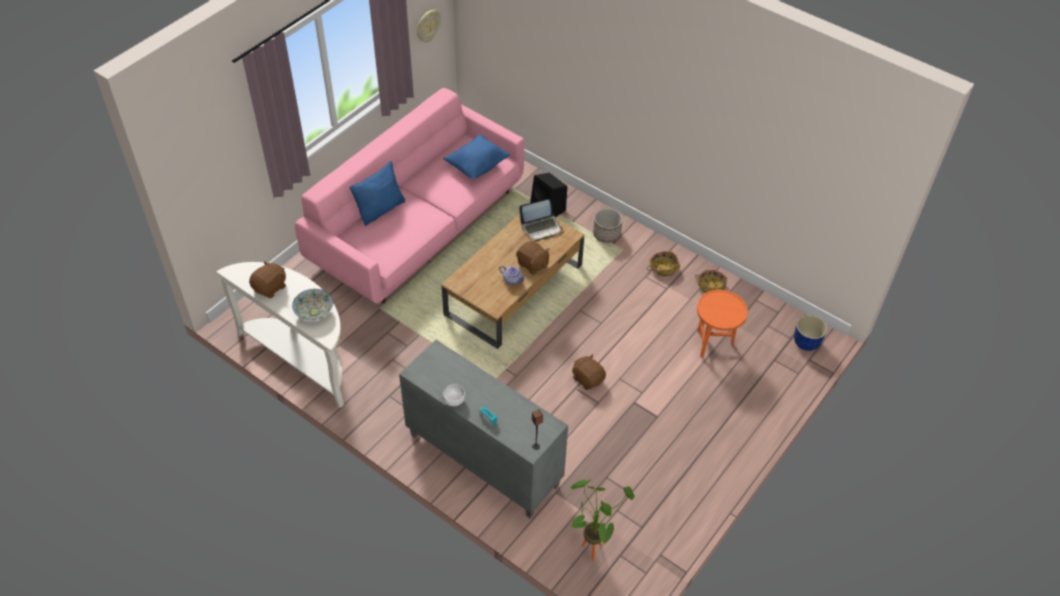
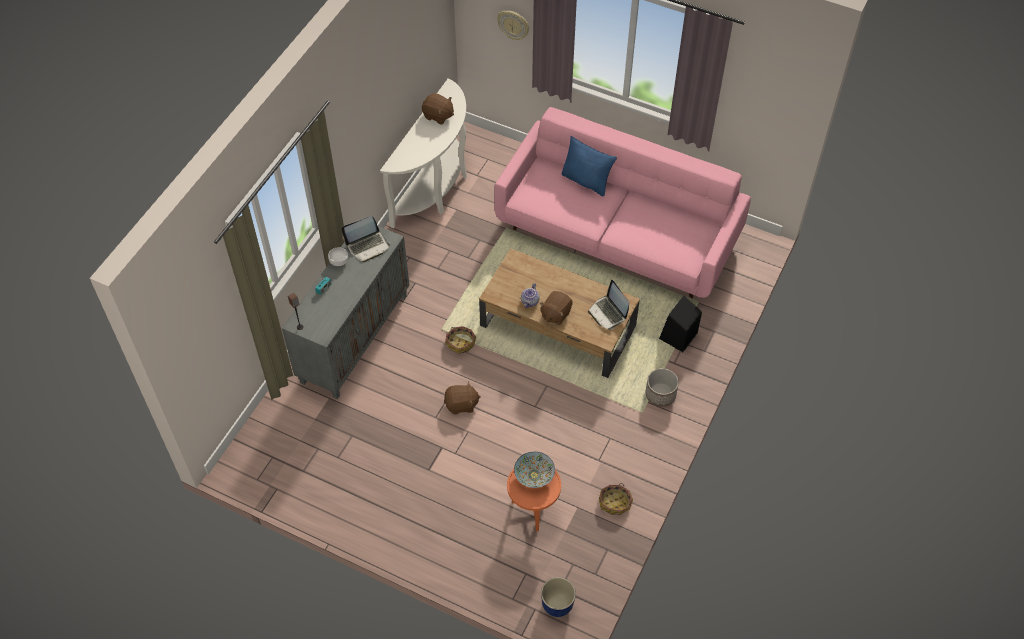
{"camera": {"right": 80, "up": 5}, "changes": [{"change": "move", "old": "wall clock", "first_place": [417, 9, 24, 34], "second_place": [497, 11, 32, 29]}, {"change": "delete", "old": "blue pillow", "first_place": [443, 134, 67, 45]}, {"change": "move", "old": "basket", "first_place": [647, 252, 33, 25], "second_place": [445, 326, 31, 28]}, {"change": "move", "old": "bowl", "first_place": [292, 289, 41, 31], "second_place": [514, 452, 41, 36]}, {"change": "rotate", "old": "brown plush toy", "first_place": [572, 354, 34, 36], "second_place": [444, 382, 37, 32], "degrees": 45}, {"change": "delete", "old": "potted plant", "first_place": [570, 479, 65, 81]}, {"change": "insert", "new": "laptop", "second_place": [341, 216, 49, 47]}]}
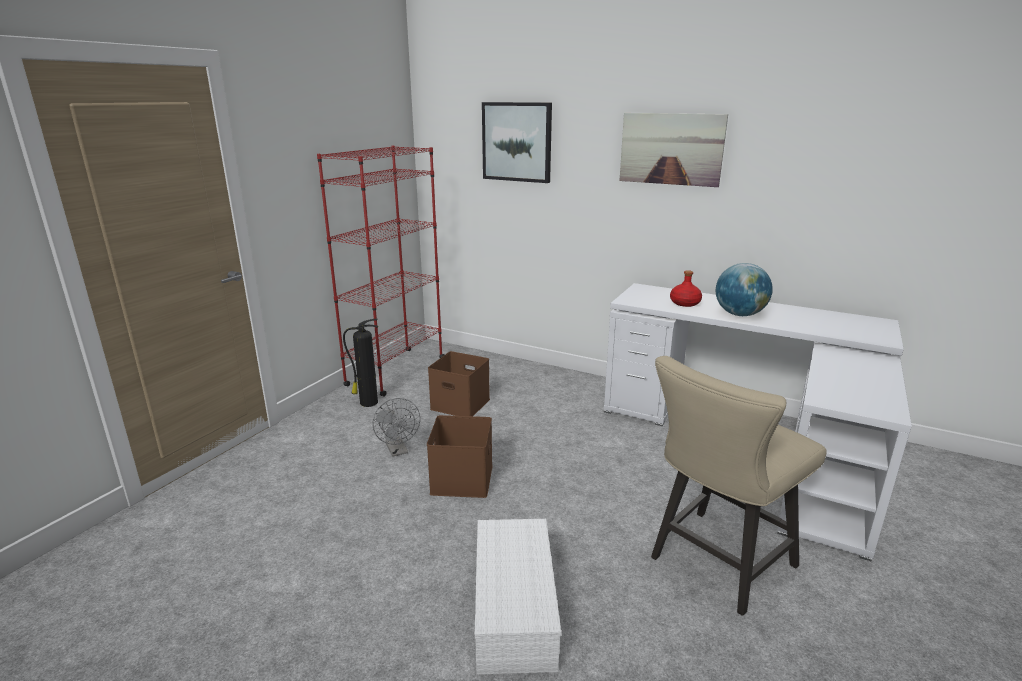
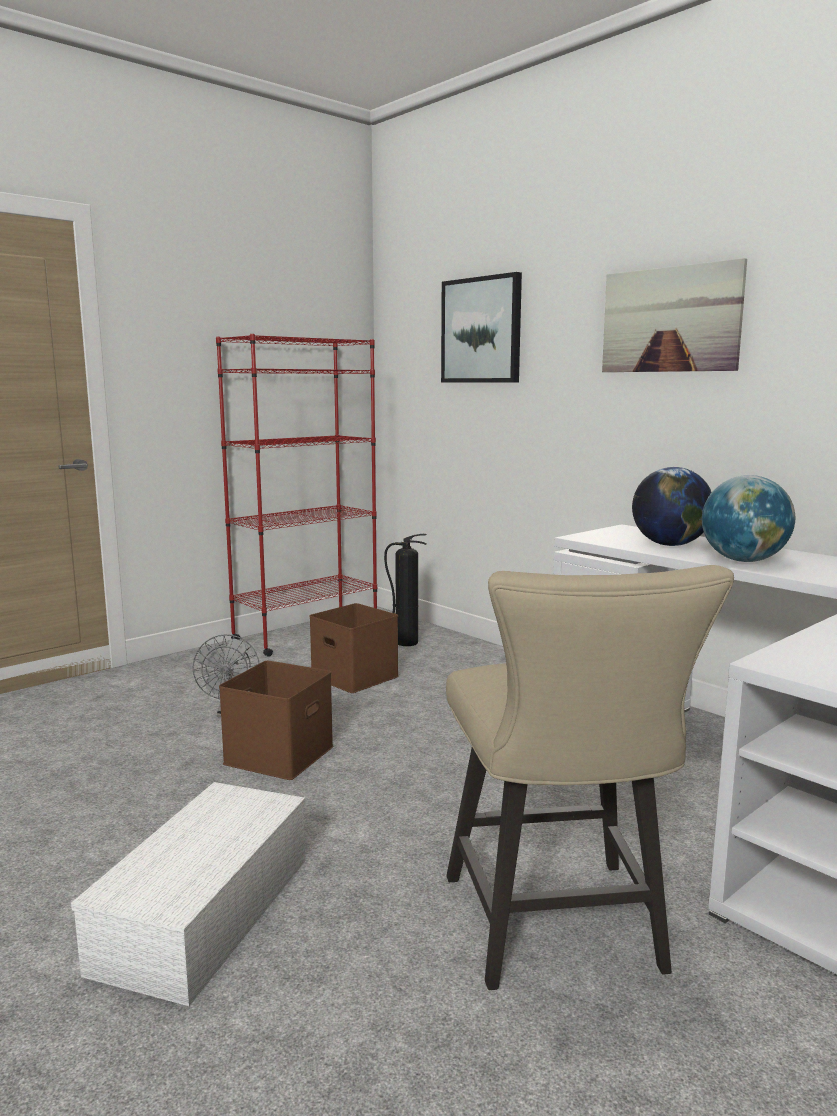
{"camera": {"right": 20, "up": -10}, "changes": [{"change": "replace", "old": "red bottle", "new": "globe", "first_place": [670, 270, 32, 37], "second_place": [632, 467, 80, 79]}, {"change": "move", "old": "fire extinguisher", "first_place": [343, 319, 35, 88], "second_place": [384, 534, 43, 112]}, {"change": "rotate", "old": "beige chair", "first_place": [651, 356, 176, 260], "second_place": [446, 565, 288, 425], "degrees": -75}]}
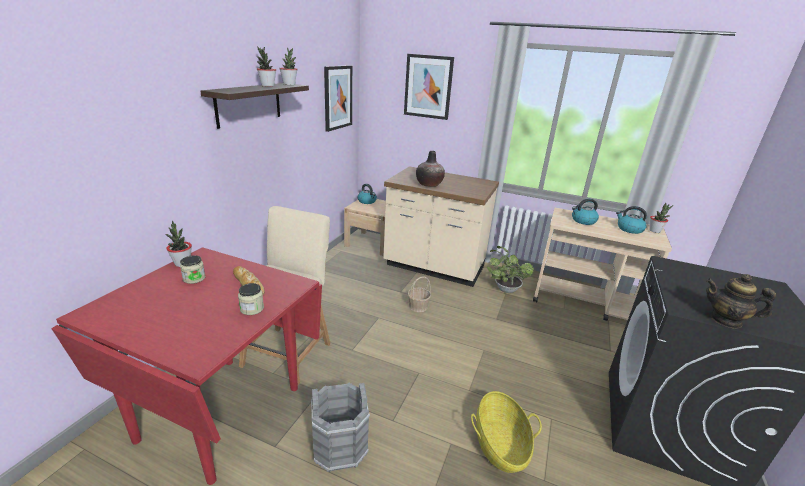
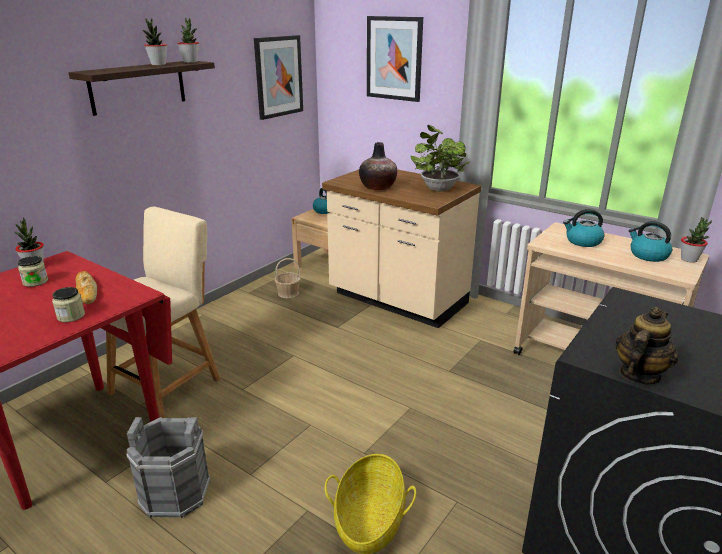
{"camera": {"right": 15, "up": 0}, "changes": [{"change": "move", "old": "potted plant", "first_place": [487, 246, 47, 47], "second_place": [410, 124, 59, 67]}, {"change": "rotate", "old": "teapot", "first_place": [706, 274, 70, 55], "second_place": [615, 307, 63, 77], "degrees": 90}, {"change": "move", "old": "basket", "first_place": [408, 276, 23, 36], "second_place": [274, 258, 27, 40]}]}
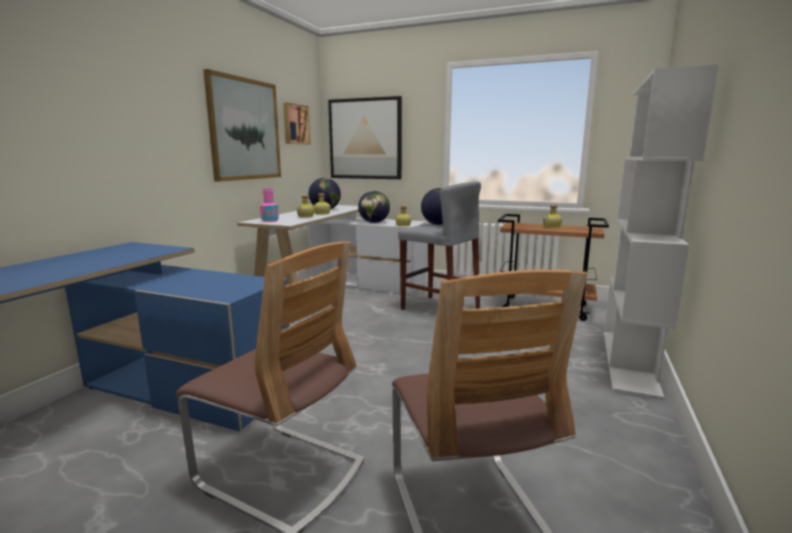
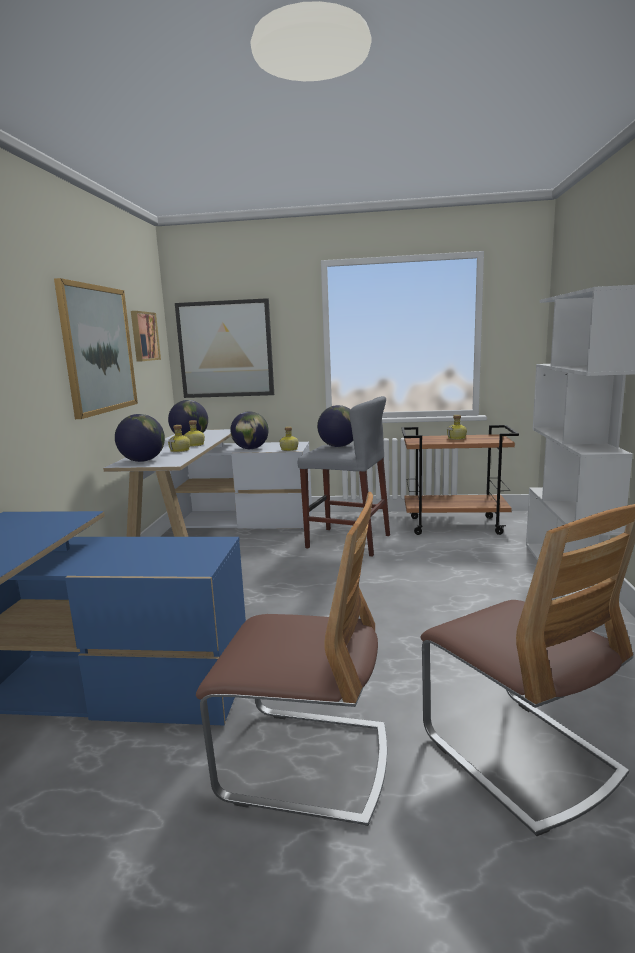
{"camera": {"right": -15, "up": 0}, "changes": [{"change": "replace", "old": "pink bottle", "new": "globe", "first_place": [260, 188, 19, 34], "second_place": [115, 414, 50, 48]}]}
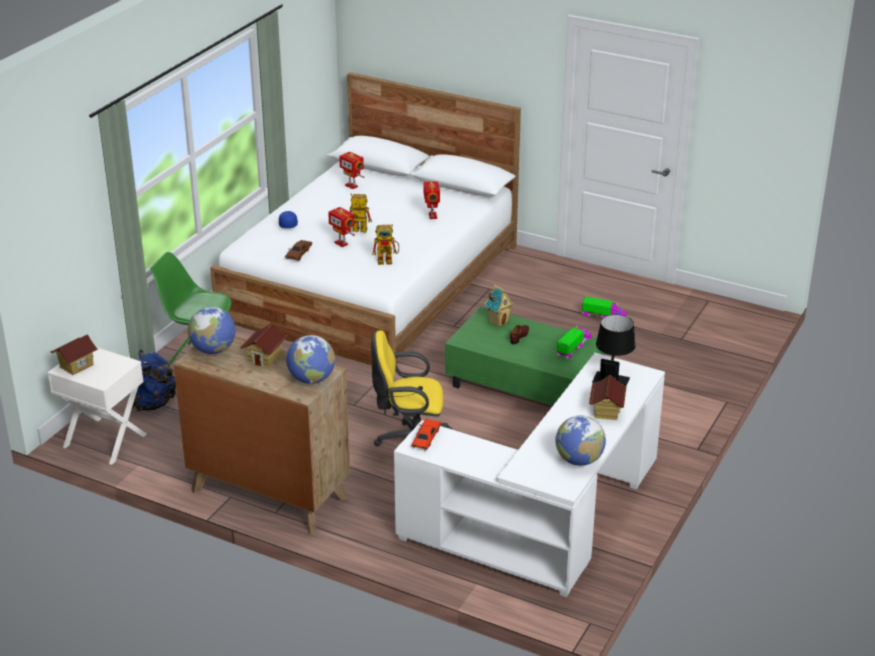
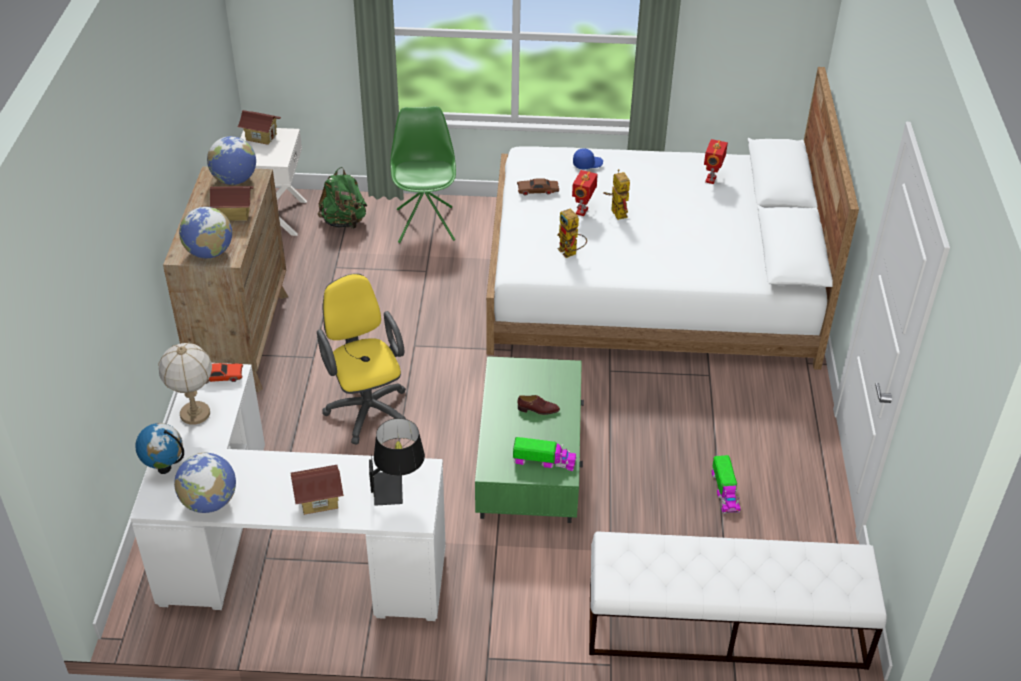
{"camera": {"right": 65, "up": 10}, "changes": [{"change": "delete", "old": "toy robot", "first_place": [424, 181, 16, 38]}, {"change": "delete", "old": "toy house", "first_place": [485, 285, 29, 42]}, {"change": "recolor", "old": "blue backpack", "new": "green backpack", "first_place": [129, 350, 48, 61], "second_place": [317, 167, 50, 62]}, {"change": "insert", "new": "table lamp", "second_place": [159, 343, 53, 82]}, {"change": "insert", "new": "globe", "second_place": [135, 423, 49, 51]}, {"change": "insert", "new": "white bench", "second_place": [589, 532, 298, 138]}]}
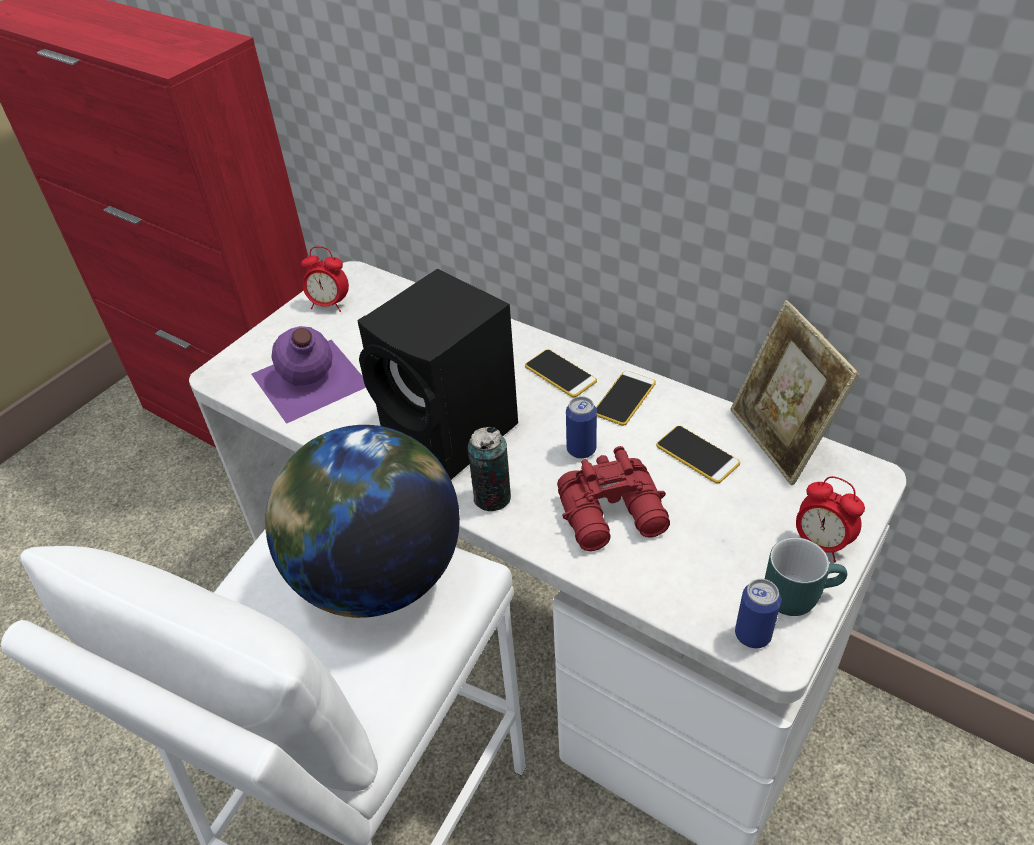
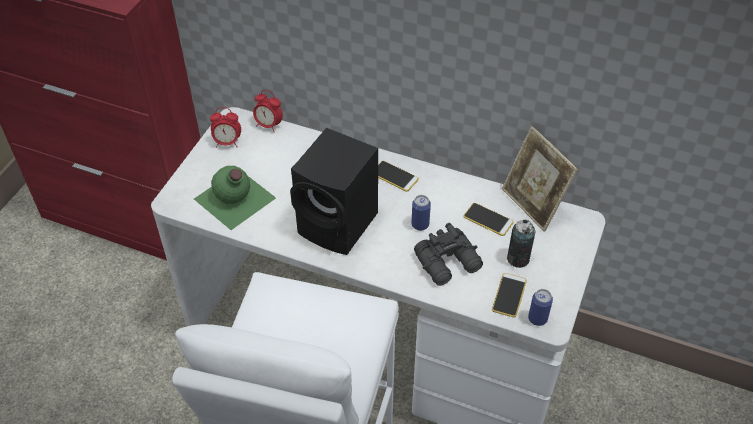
{"camera": {"right": -15, "up": 5}, "changes": [{"change": "recolor", "old": "purple bottle", "new": "green bottle", "first_place": [251, 326, 115, 98], "second_place": [194, 166, 82, 64]}, {"change": "move", "old": "phone", "first_place": [596, 371, 60, 55], "second_place": [492, 273, 35, 44]}, {"change": "delete", "old": "globe", "first_place": [265, 425, 195, 193]}, {"change": "move", "old": "can", "first_place": [467, 427, 44, 84], "second_place": [507, 220, 28, 48]}, {"change": "recolor", "old": "red binoculars", "new": "black binoculars", "first_place": [557, 446, 113, 105], "second_place": [414, 223, 69, 63]}, {"change": "move", "old": "alarm clock", "first_place": [796, 476, 69, 86], "second_place": [253, 90, 30, 43]}, {"change": "delete", "old": "turquoise mug", "first_place": [765, 537, 82, 79]}]}
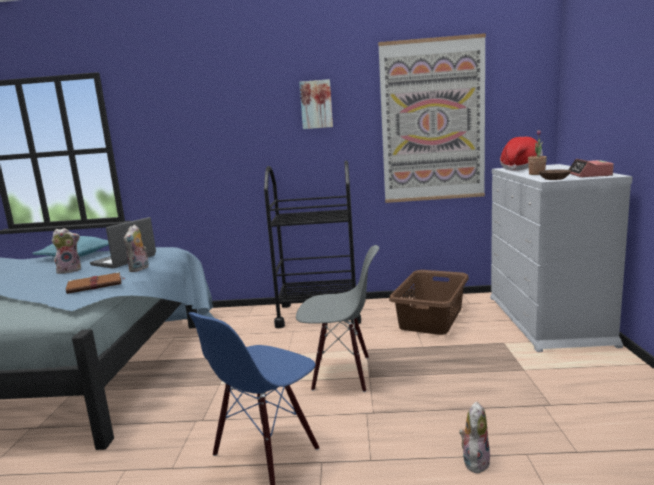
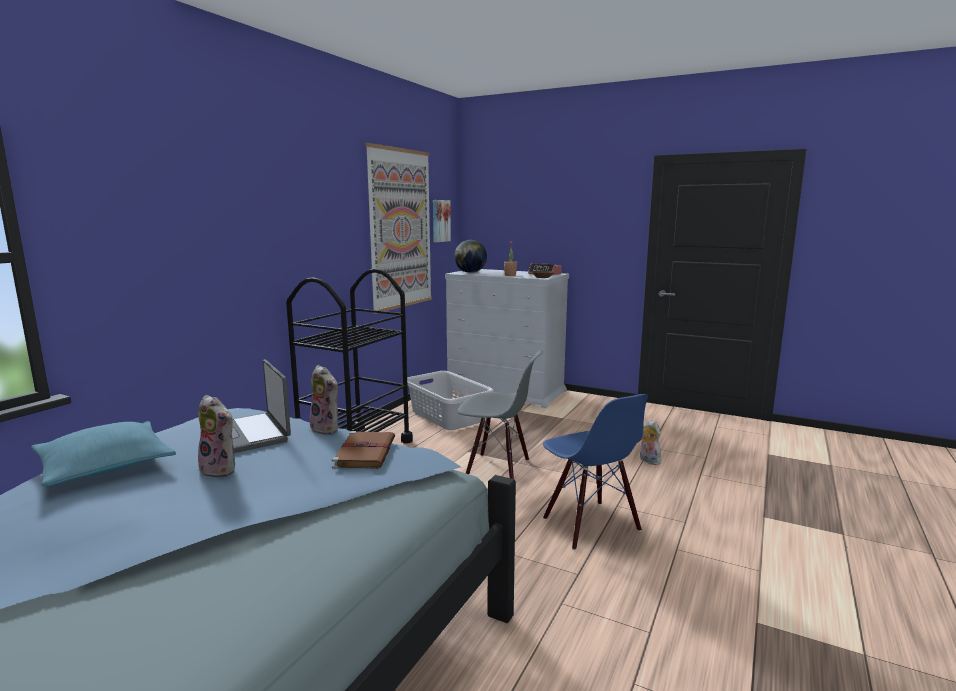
{"camera": {"right": -65, "up": 0}, "changes": [{"change": "move", "old": "picture", "first_place": [299, 79, 34, 50], "second_place": [433, 200, 18, 42]}, {"change": "replace", "old": "hat", "new": "globe", "first_place": [500, 137, 43, 34], "second_place": [454, 240, 33, 33]}, {"change": "rotate", "old": "plush toy", "first_place": [52, 228, 29, 46], "second_place": [198, 395, 37, 83], "degrees": 120}, {"change": "rotate", "old": "grey chair", "first_place": [296, 245, 83, 147], "second_place": [457, 350, 86, 129], "degrees": 75}, {"change": "recolor", "old": "brown laundry basket", "new": "grey laundry basket", "first_place": [389, 270, 80, 65], "second_place": [407, 371, 87, 59]}]}
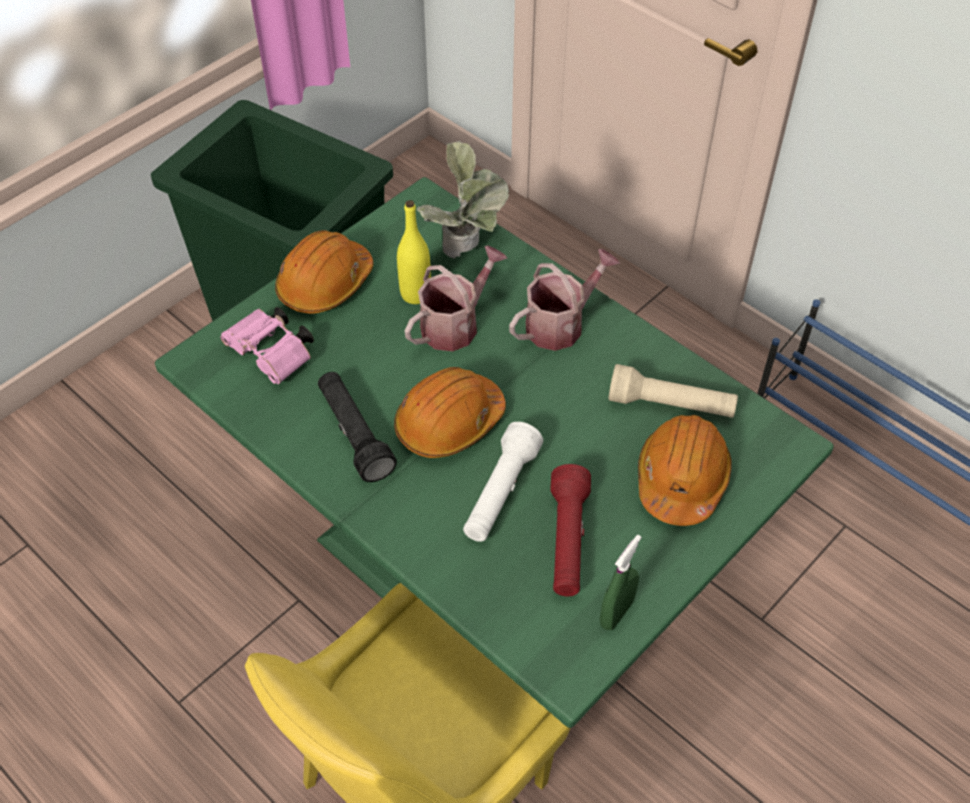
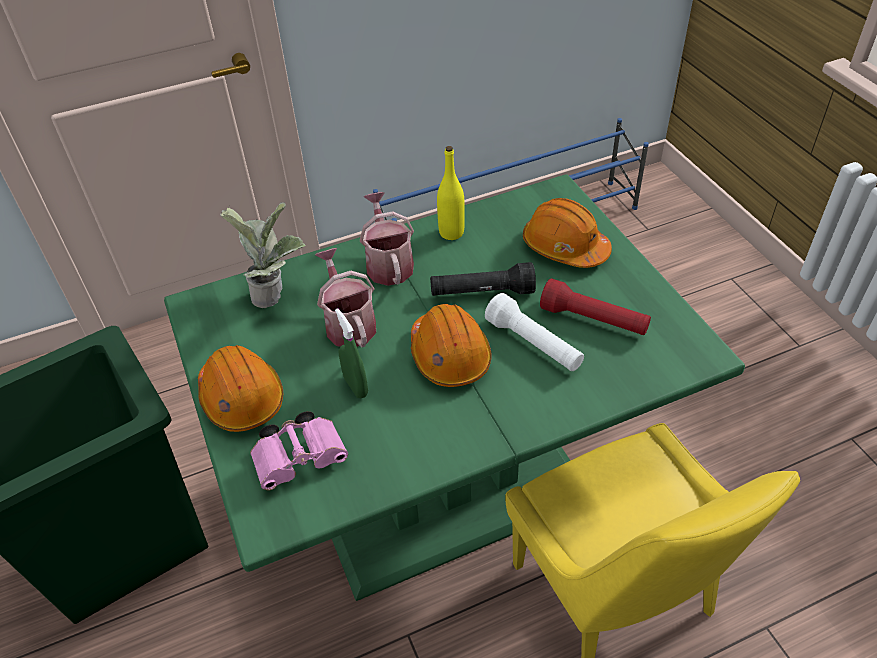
{"camera": {"right": -65, "up": -5}, "changes": [{"change": "move", "old": "yellow bottle", "first_place": [397, 200, 34, 104], "second_place": [437, 146, 28, 94]}, {"change": "delete", "old": "beige flashlight", "first_place": [608, 364, 130, 54]}, {"change": "move", "old": "black flashlight", "first_place": [318, 372, 79, 110], "second_place": [430, 262, 106, 34]}, {"change": "move", "old": "green spray bottle", "first_place": [600, 535, 42, 95], "second_place": [335, 308, 33, 90]}]}
